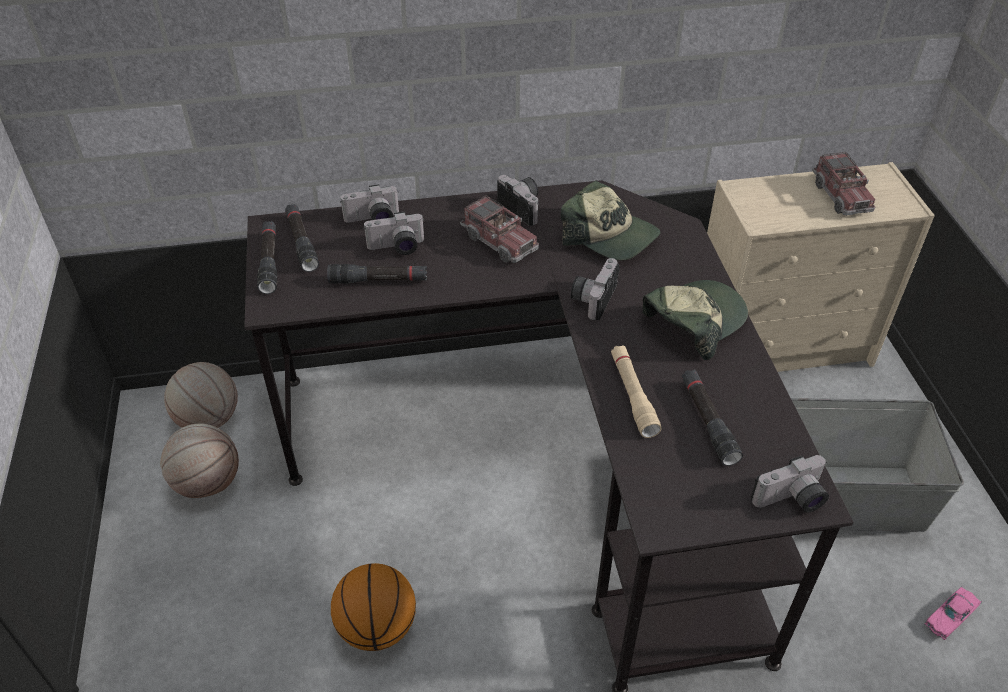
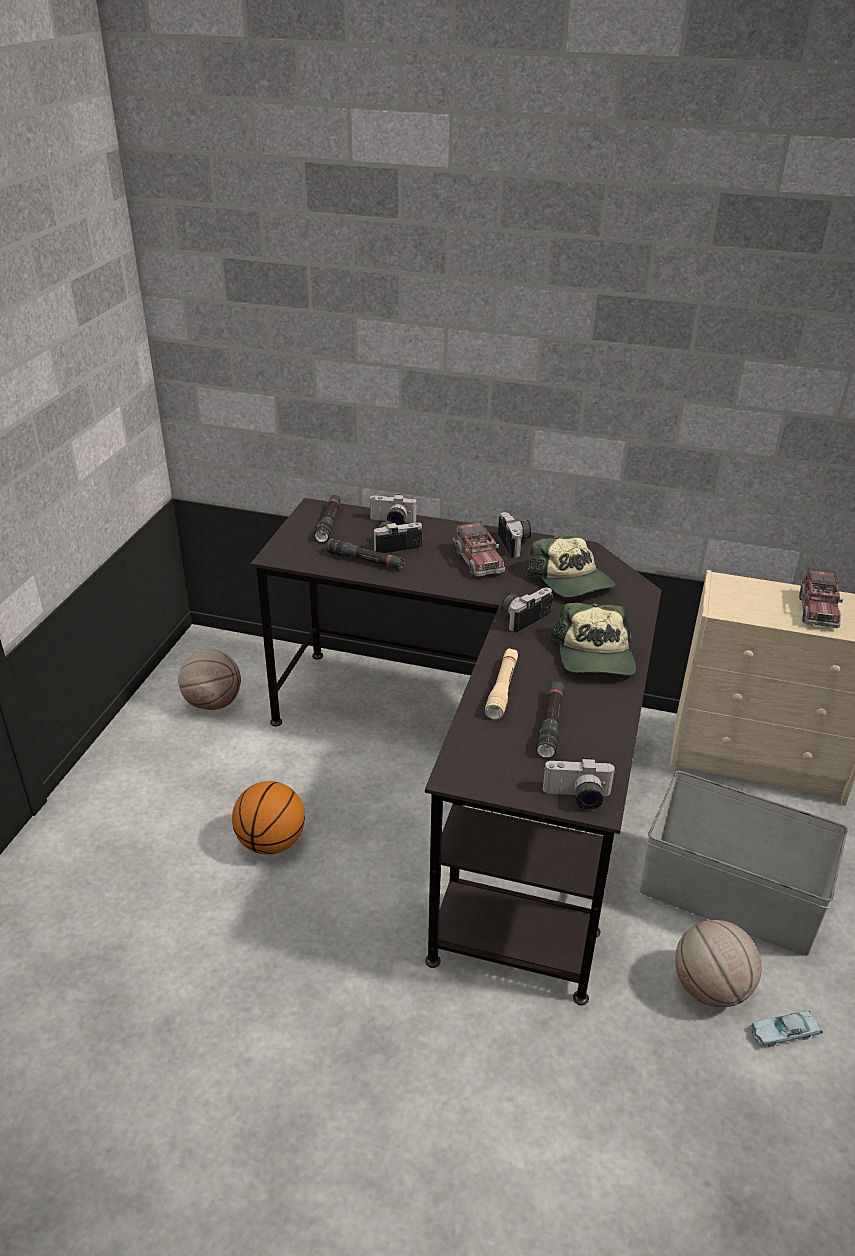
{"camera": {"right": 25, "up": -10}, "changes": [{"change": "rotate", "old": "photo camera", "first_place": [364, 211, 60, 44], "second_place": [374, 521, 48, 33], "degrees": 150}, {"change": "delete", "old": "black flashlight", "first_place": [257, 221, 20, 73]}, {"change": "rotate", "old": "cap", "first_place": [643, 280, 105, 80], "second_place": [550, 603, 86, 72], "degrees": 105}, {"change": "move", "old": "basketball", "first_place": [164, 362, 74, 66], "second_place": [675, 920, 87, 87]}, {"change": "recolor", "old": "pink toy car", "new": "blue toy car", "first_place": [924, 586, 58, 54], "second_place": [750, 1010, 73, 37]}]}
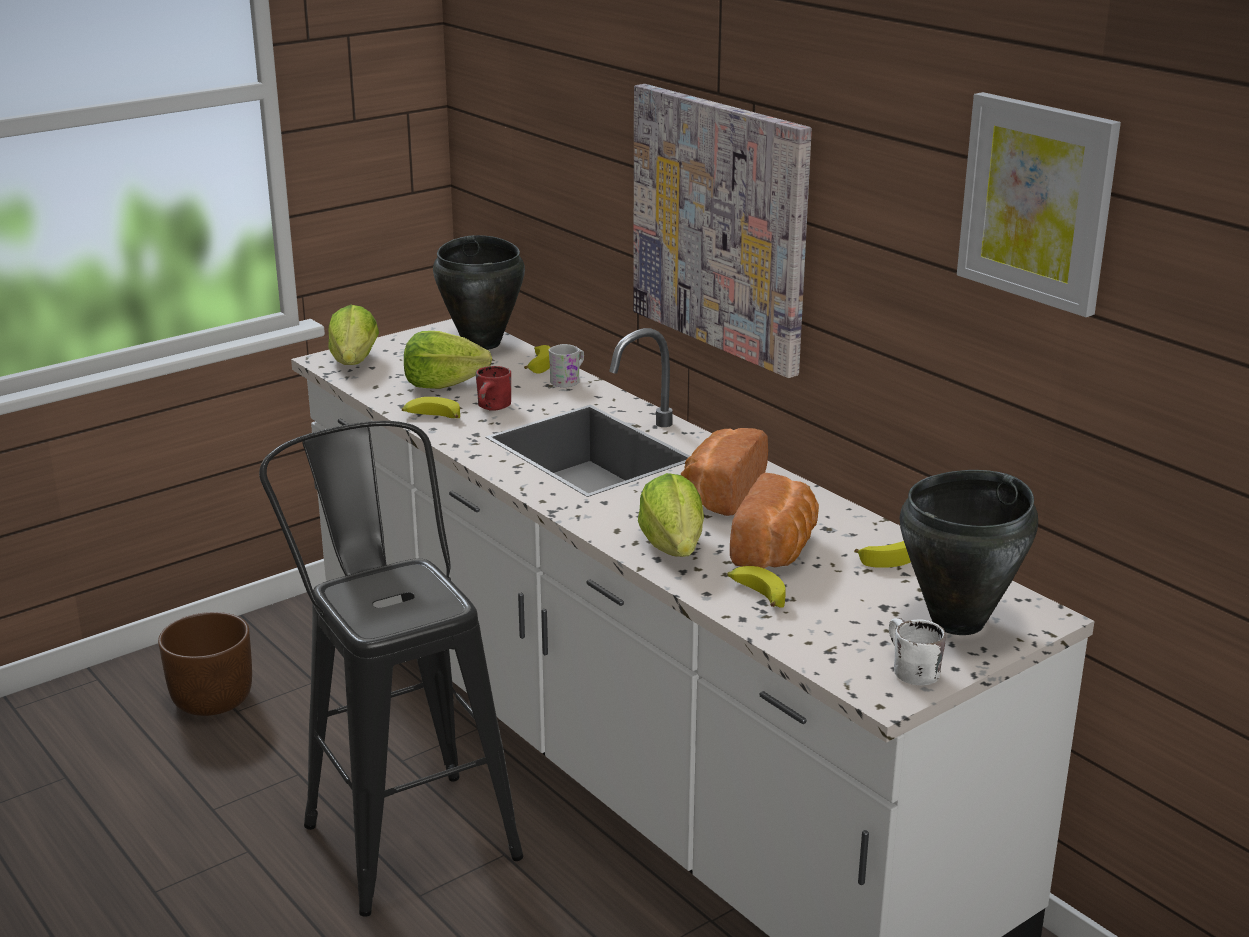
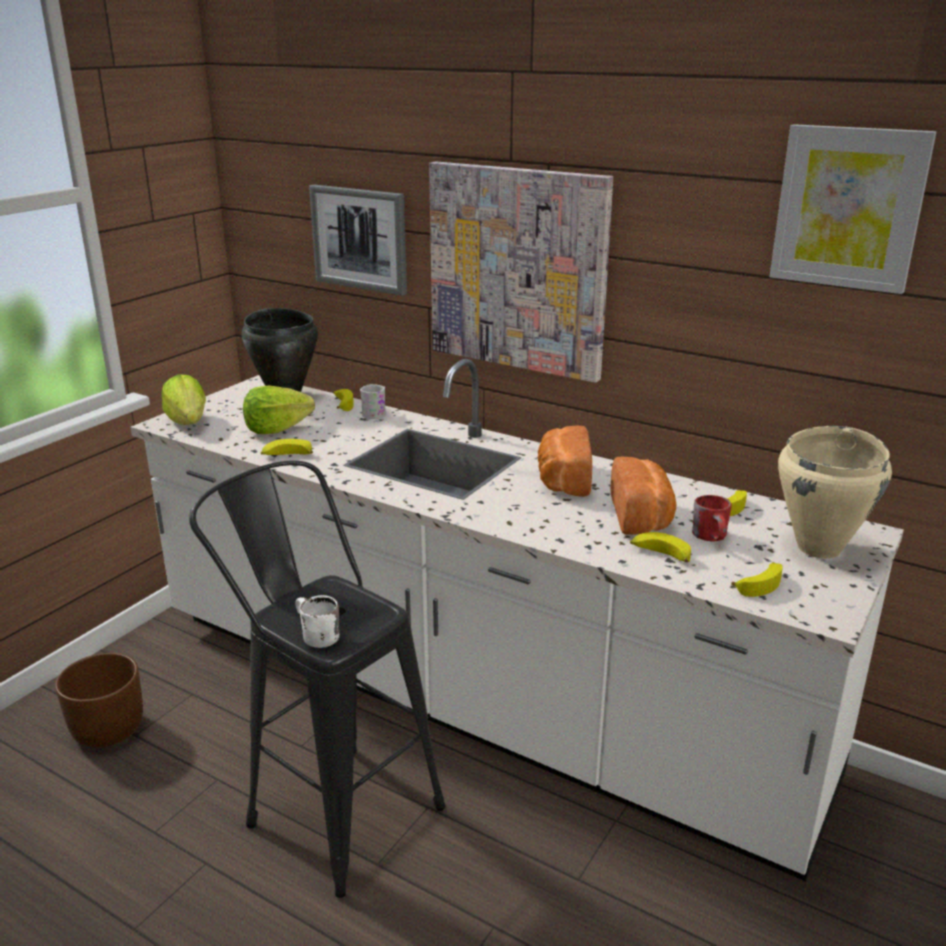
{"camera": {"right": -20, "up": 0}, "changes": [{"change": "move", "old": "red mug", "first_place": [476, 366, 35, 45], "second_place": [692, 495, 40, 47]}, {"change": "recolor", "old": "black cooking pot", "new": "beige cooking pot", "first_place": [900, 470, 138, 165], "second_place": [778, 426, 114, 133]}, {"change": "delete", "old": "lettuce", "first_place": [638, 473, 66, 84]}, {"change": "move", "old": "white mug", "first_place": [889, 618, 57, 68], "second_place": [295, 595, 45, 53]}, {"change": "insert", "new": "picture", "second_place": [309, 185, 98, 111]}, {"change": "insert", "new": "banana", "second_place": [731, 562, 51, 35]}]}
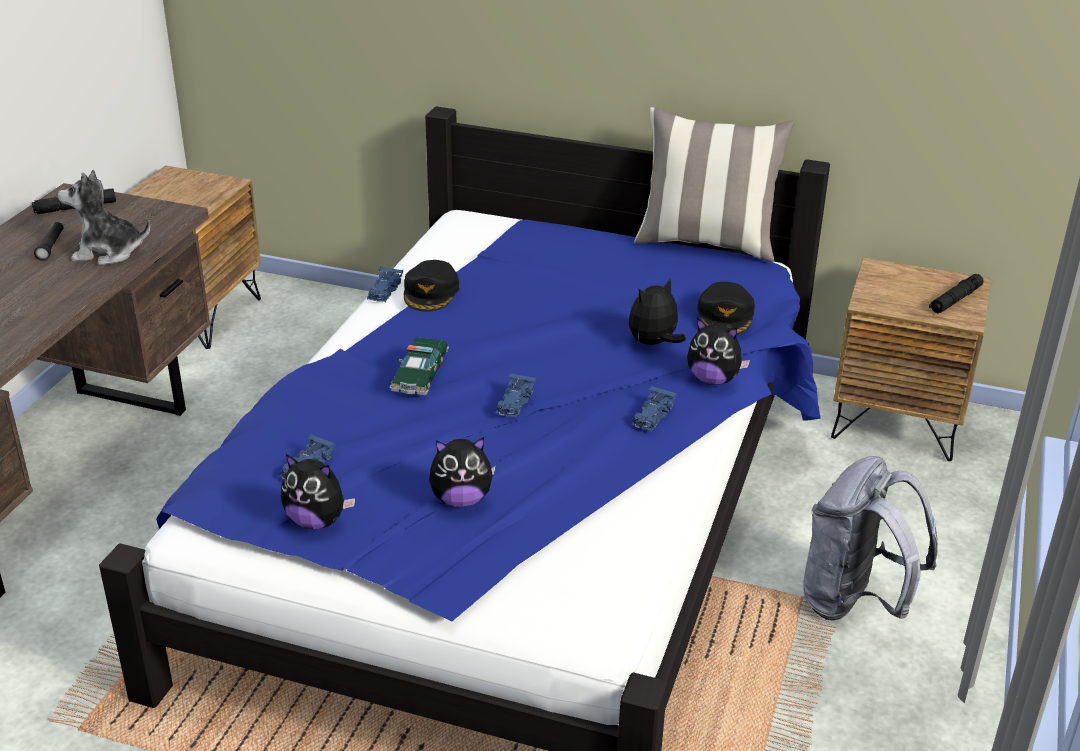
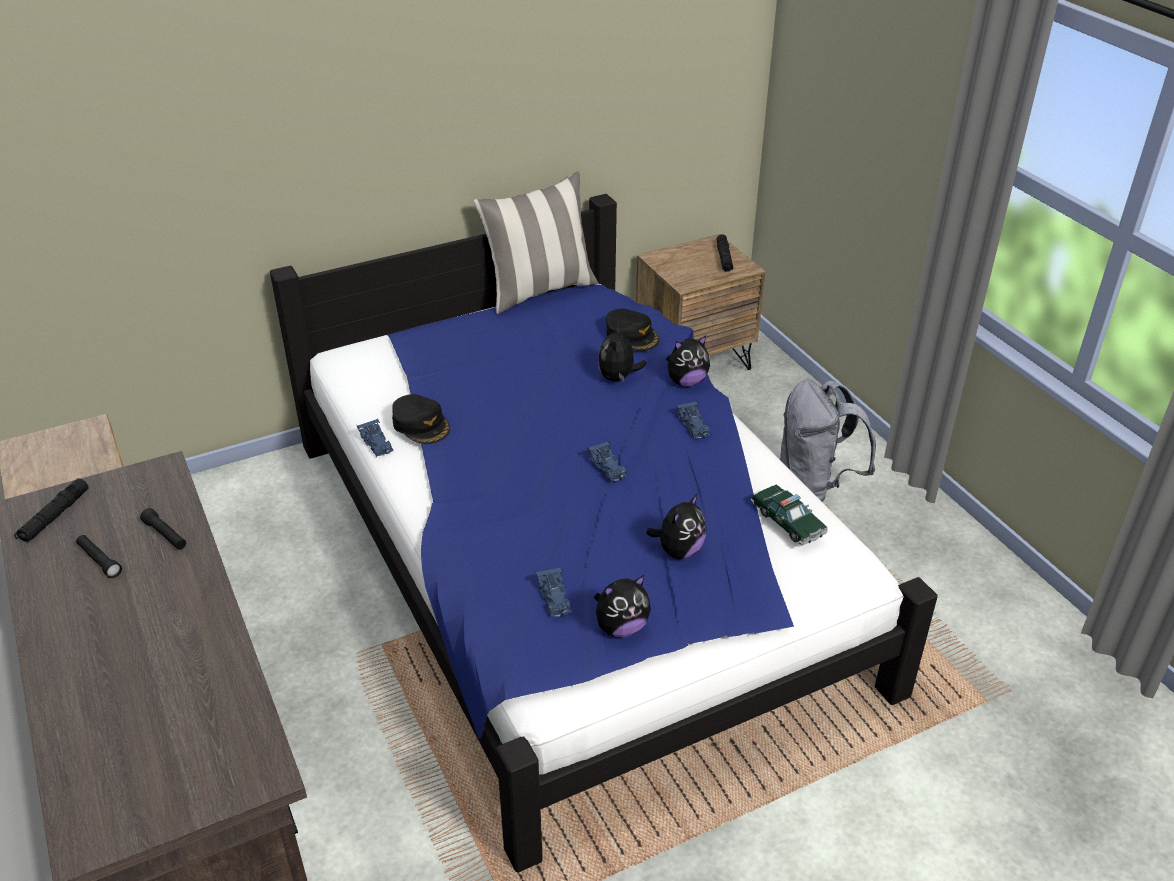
{"camera": {"right": -45, "up": 5}, "changes": [{"change": "replace", "old": "plush toy", "new": "black flashlight", "first_place": [58, 170, 92, 95], "second_place": [140, 508, 46, 42]}, {"change": "move", "old": "toy car", "first_place": [390, 338, 59, 57], "second_place": [751, 484, 77, 62]}]}
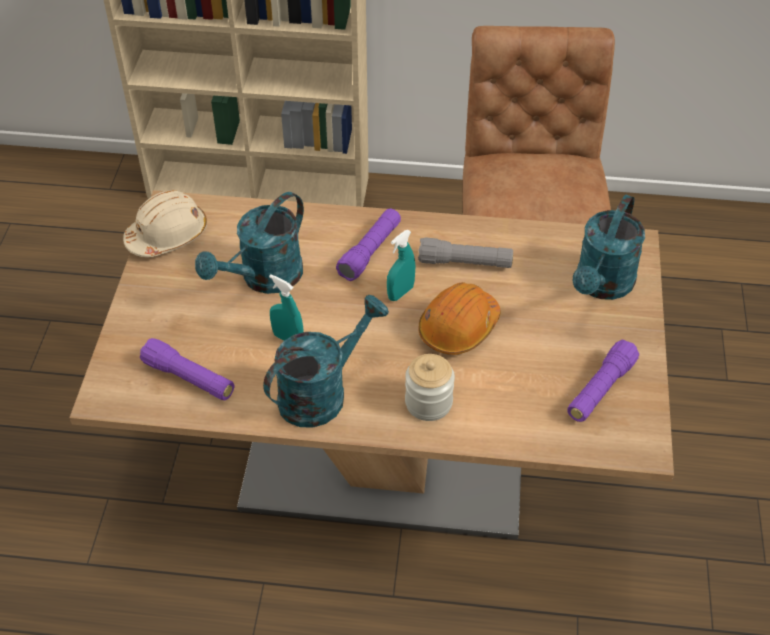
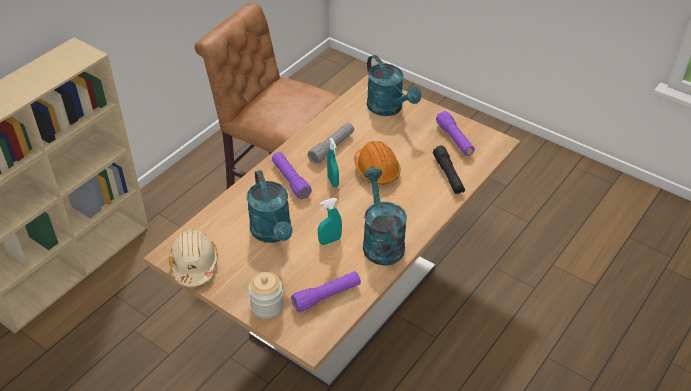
{"camera": {"right": -60, "up": -5}, "changes": [{"change": "move", "old": "jar", "first_place": [405, 354, 50, 67], "second_place": [248, 272, 36, 47]}, {"change": "insert", "new": "black flashlight", "second_place": [433, 146, 32, 48]}]}
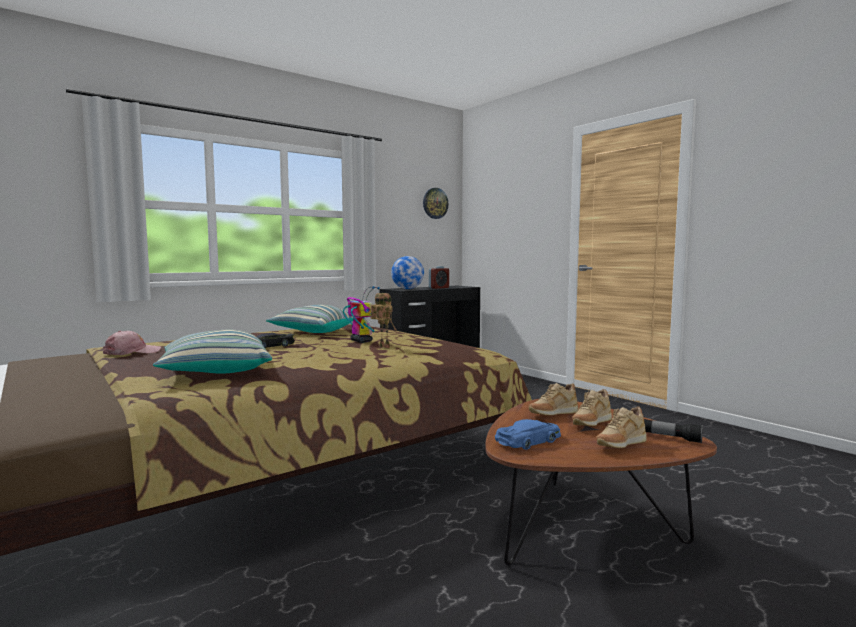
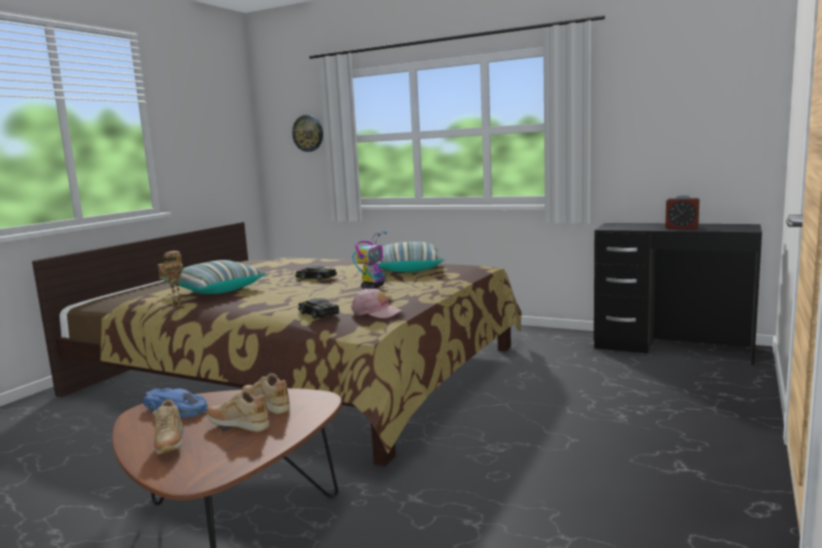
{"camera": {"right": 65, "up": 5}, "changes": [{"change": "move", "old": "wall clock", "first_place": [423, 188, 25, 31], "second_place": [292, 115, 31, 37]}, {"change": "delete", "old": "globe", "first_place": [391, 256, 33, 33]}, {"change": "move", "old": "toy robot", "first_place": [370, 293, 27, 55], "second_place": [158, 251, 28, 57]}, {"change": "move", "old": "pink cap", "first_place": [103, 331, 58, 24], "second_place": [351, 288, 52, 30]}, {"change": "rotate", "old": "beige shoe", "first_place": [596, 407, 50, 41], "second_place": [153, 399, 30, 56], "degrees": -135}, {"change": "delete", "old": "flashlight", "first_place": [644, 419, 59, 24]}, {"change": "insert", "new": "black toy car", "second_place": [298, 298, 41, 21]}]}
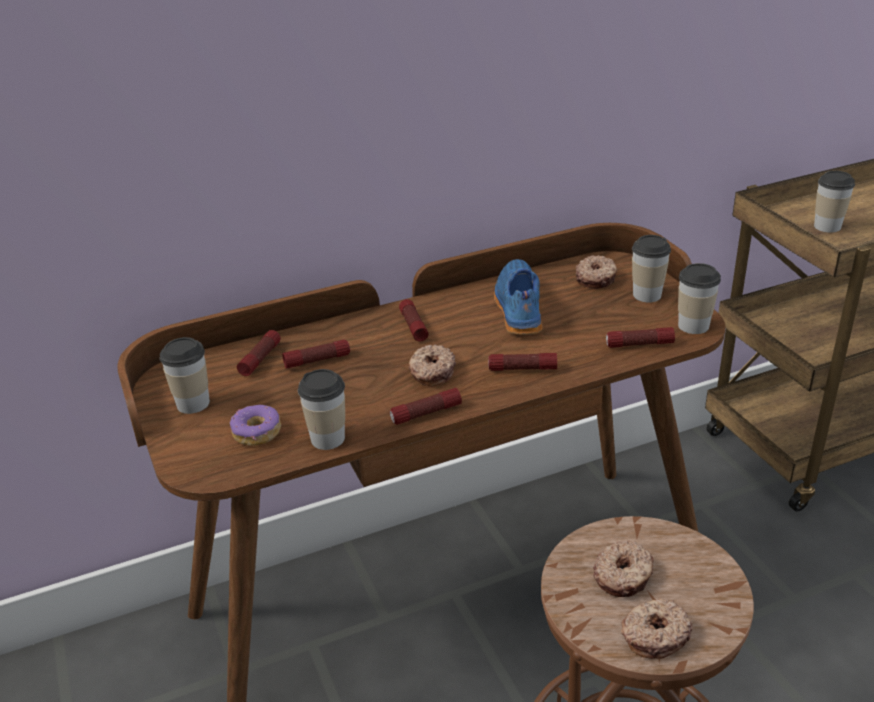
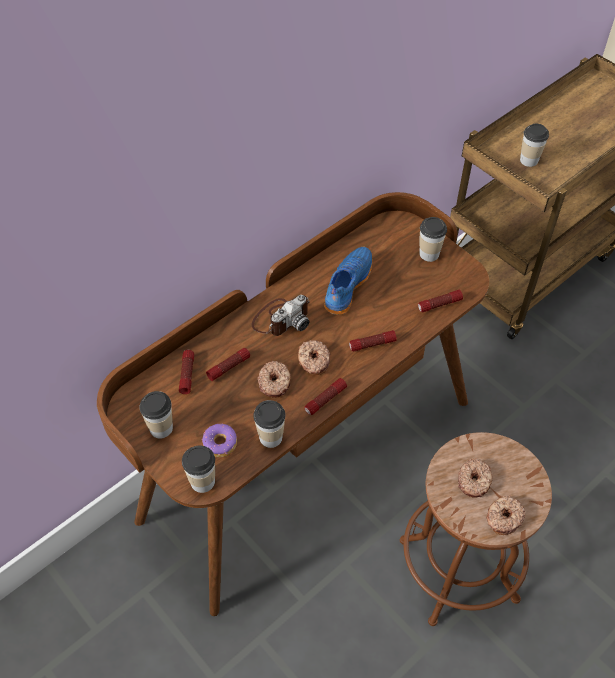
{"camera": {"right": -20, "up": 20}, "changes": [{"change": "move", "old": "donut", "first_place": [576, 255, 41, 34], "second_place": [257, 361, 34, 37]}, {"change": "rotate", "old": "blue shoe", "first_place": [494, 259, 49, 76], "second_place": [324, 247, 48, 68], "degrees": 45}, {"change": "move", "old": "cup", "first_place": [678, 263, 43, 71], "second_place": [182, 446, 33, 47]}, {"change": "replace", "old": "flashlight", "new": "photo camera", "first_place": [399, 299, 30, 43], "second_place": [252, 295, 58, 41]}]}
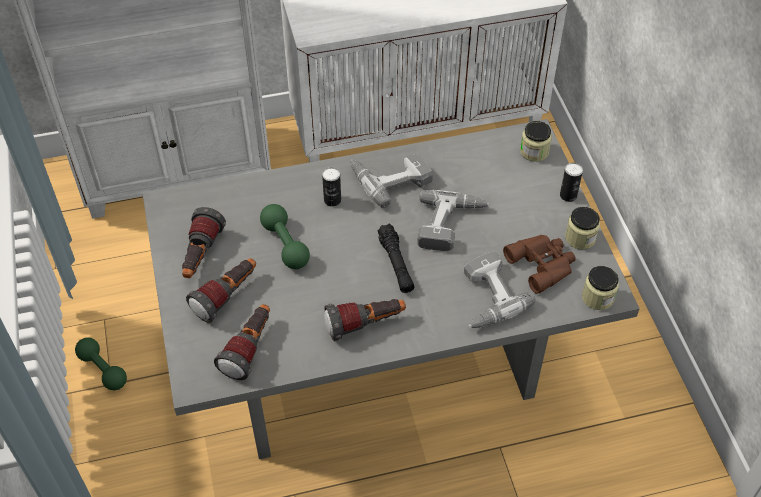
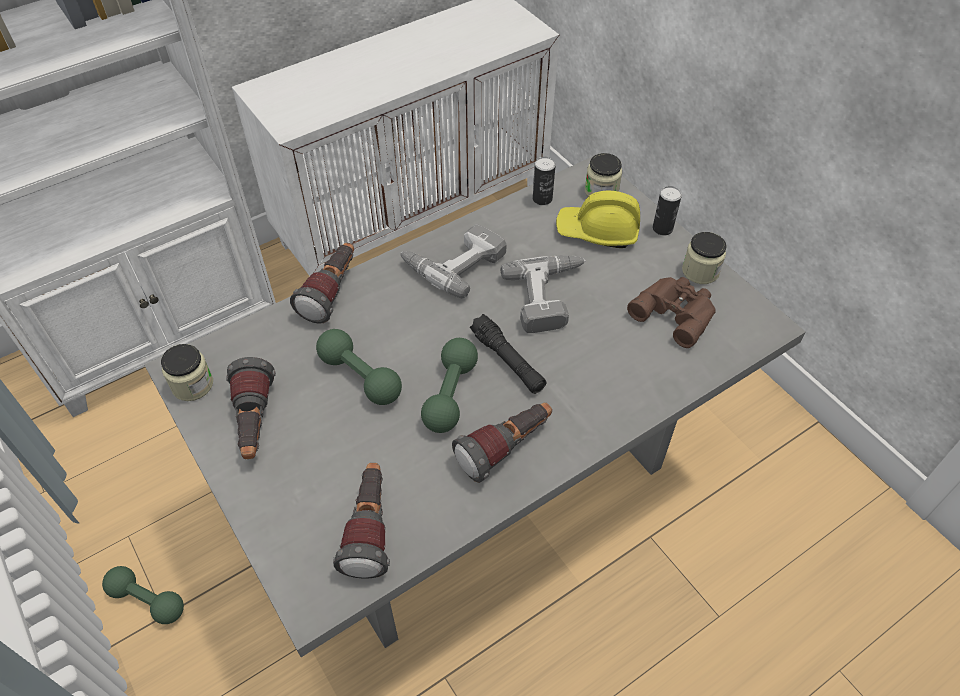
{"camera": {"right": -20, "up": 0}, "changes": [{"change": "move", "old": "can", "first_place": [322, 167, 19, 40], "second_place": [533, 157, 23, 48]}, {"change": "delete", "old": "power drill", "first_place": [464, 251, 72, 77]}, {"change": "move", "old": "flashlight", "first_place": [186, 258, 70, 65], "second_place": [290, 243, 64, 81]}, {"change": "move", "old": "jar", "first_place": [582, 266, 37, 44], "second_place": [161, 344, 52, 57]}, {"change": "insert", "new": "yellow hard hat", "second_place": [556, 191, 84, 57]}, {"change": "insert", "new": "green dumbbell", "second_place": [421, 338, 57, 95]}]}
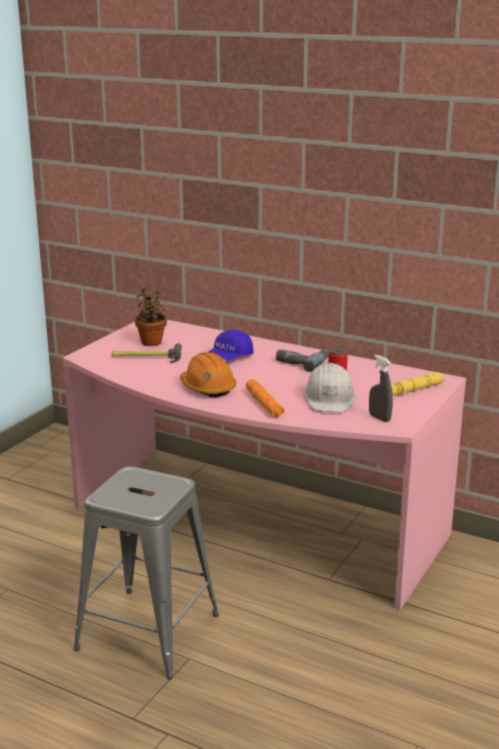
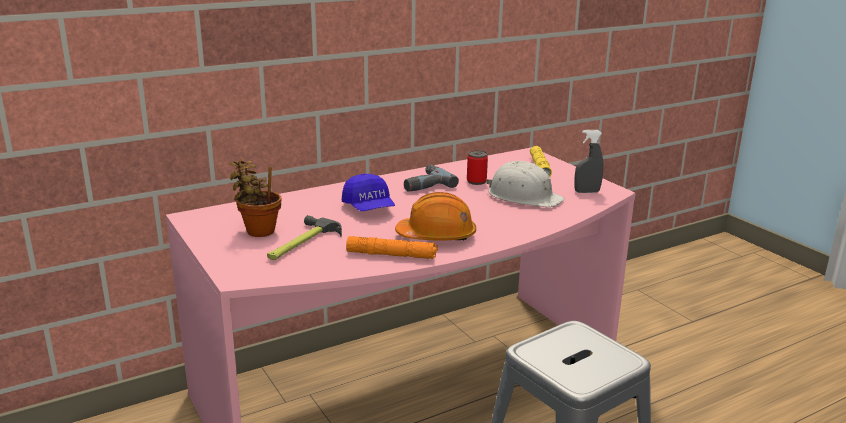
{"camera": {"right": -60, "up": 0}, "changes": [{"change": "move", "old": "orange flashlight", "first_place": [246, 379, 38, 38], "second_place": [346, 236, 92, 23]}]}
